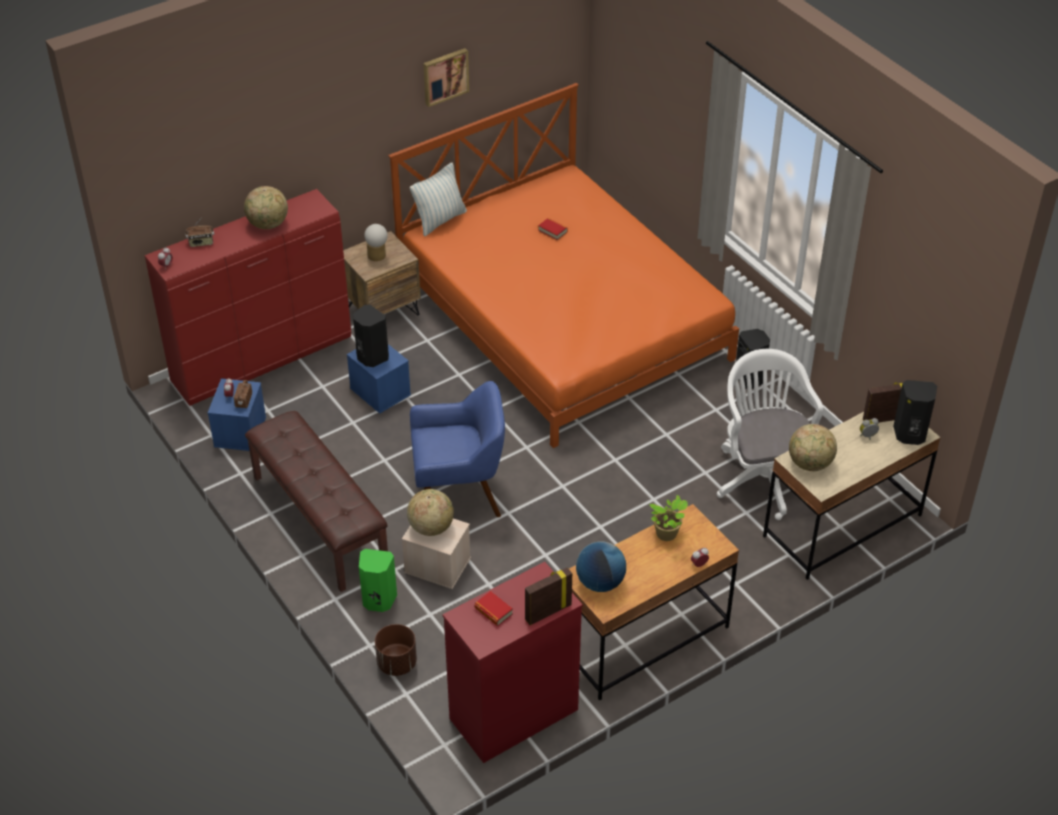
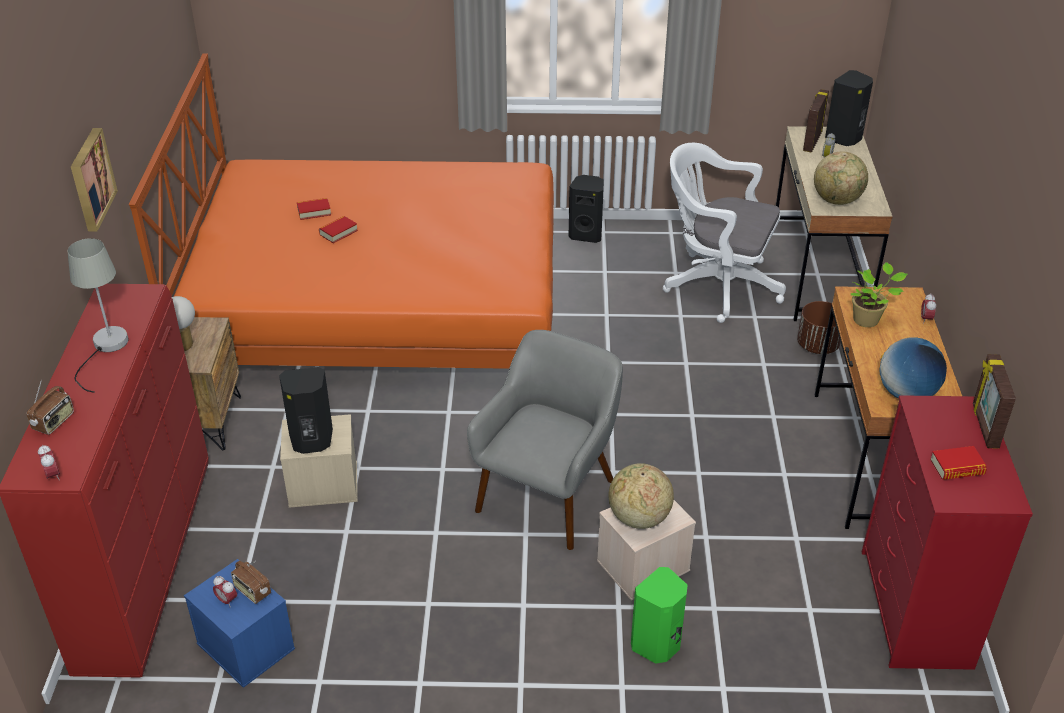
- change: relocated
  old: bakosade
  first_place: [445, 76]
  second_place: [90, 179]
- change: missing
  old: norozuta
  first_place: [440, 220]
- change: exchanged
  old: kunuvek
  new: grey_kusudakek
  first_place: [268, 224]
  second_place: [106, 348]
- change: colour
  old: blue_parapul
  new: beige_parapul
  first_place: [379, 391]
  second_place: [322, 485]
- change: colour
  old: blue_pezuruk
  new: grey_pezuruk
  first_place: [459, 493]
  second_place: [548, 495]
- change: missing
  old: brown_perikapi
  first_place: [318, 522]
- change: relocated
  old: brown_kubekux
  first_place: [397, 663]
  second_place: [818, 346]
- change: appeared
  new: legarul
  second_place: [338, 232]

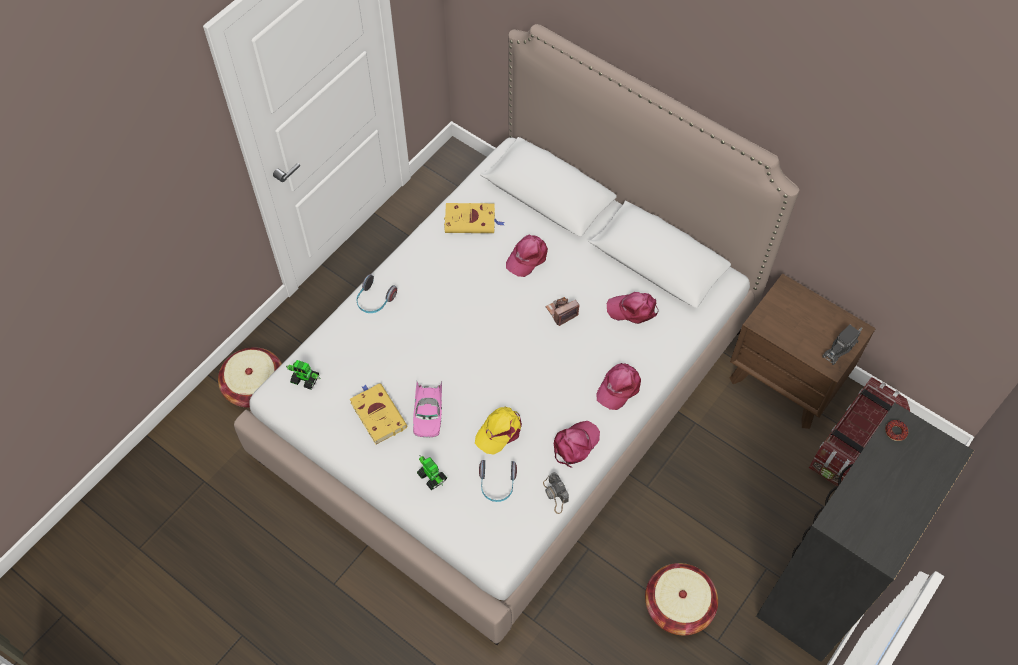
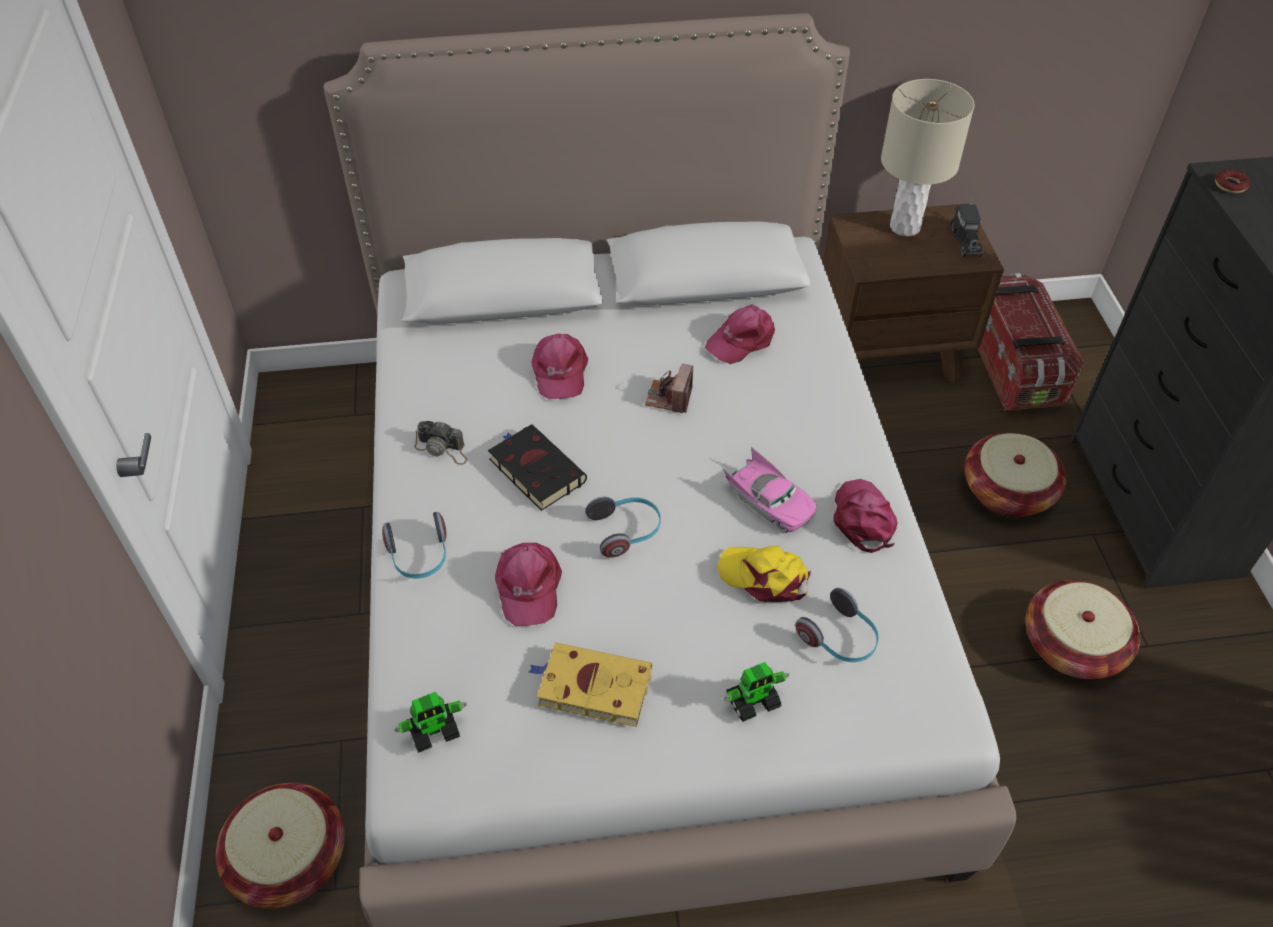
- change: missing
  old: yellow_legarul
  first_place: [471, 221]
- change: relocated
  old: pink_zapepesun
  first_place: [619, 387]
  second_place: [528, 586]
- change: relocated
  old: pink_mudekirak
  first_place: [428, 414]
  second_place: [769, 502]
- change: spun
  old: yellow_zapepesun
  first_place: [499, 431]
  second_place: [764, 577]
  degrees: 120
- change: spun
  old: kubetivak
  first_place: [432, 476]
  second_place: [753, 701]
  degrees: 150
- change: relocated
  old: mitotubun
  first_place: [555, 495]
  second_place: [442, 449]
- change: appeared
  new: beige_kusudakek
  second_place: [905, 227]
- change: appeared
  new: black_legarul
  second_place: [535, 469]
- change: appeared
  new: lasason
  second_place: [1007, 492]
- change: appeared
  new: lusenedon
  second_place: [626, 531]

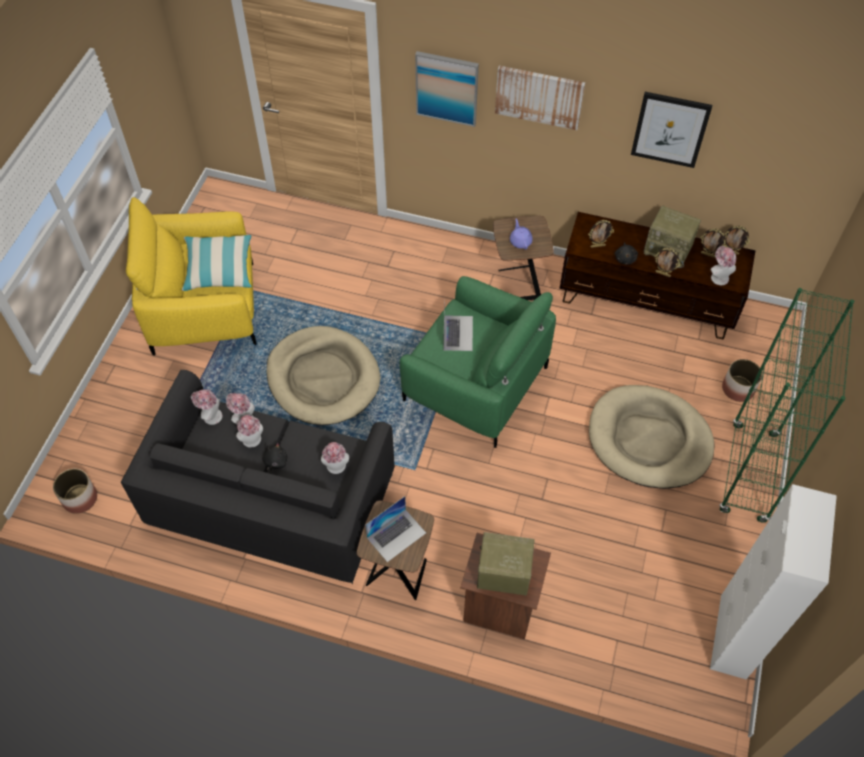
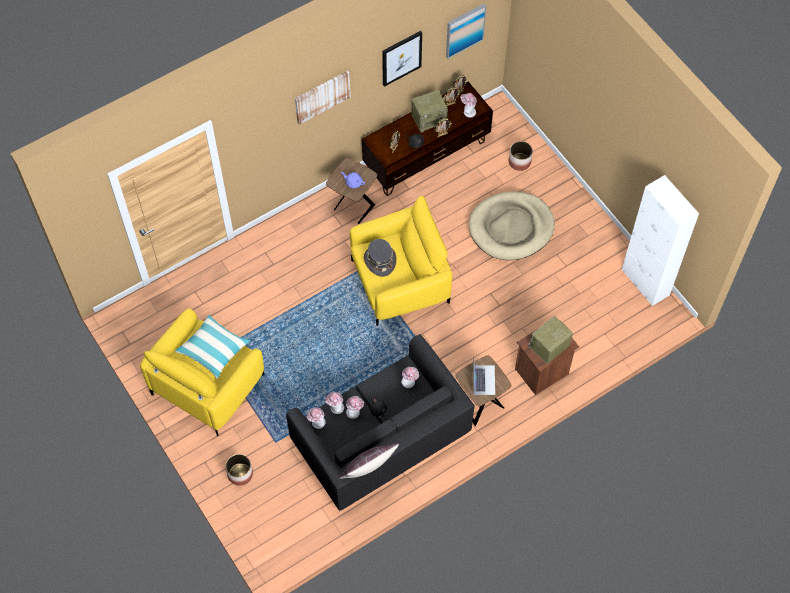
- change: relocated
  old: bakosade
  first_place: [447, 88]
  second_place: [464, 30]
- change: colour
  old: green_pezuruk
  new: yellow_pezuruk
  first_place: [474, 384]
  second_place: [399, 282]
- change: missing
  old: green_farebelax
  first_place: [748, 473]
- change: exchanged
  old: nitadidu
  new: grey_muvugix
  first_place: [458, 333]
  second_place: [380, 261]
- change: missing
  old: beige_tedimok
  first_place: [323, 378]
- change: relocated
  old: kubekux
  first_place: [79, 498]
  second_place: [240, 474]
- change: appeared
  new: brown_norozuta
  second_place: [368, 470]

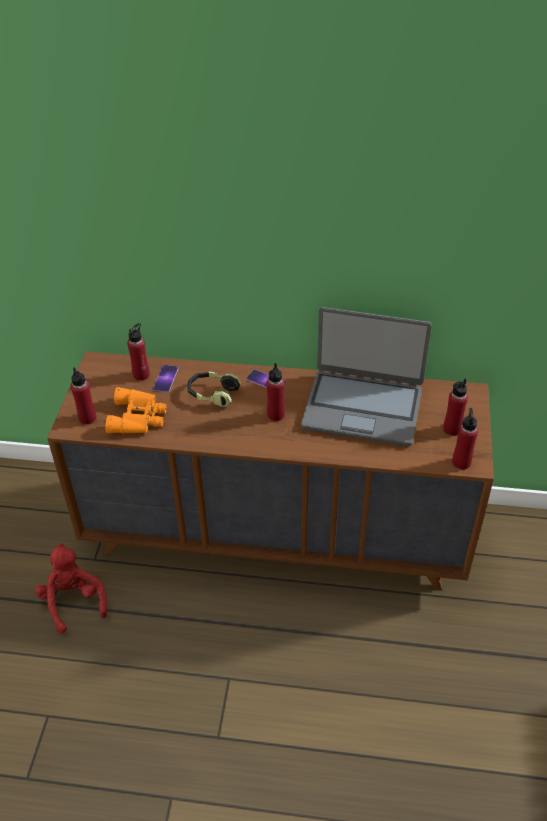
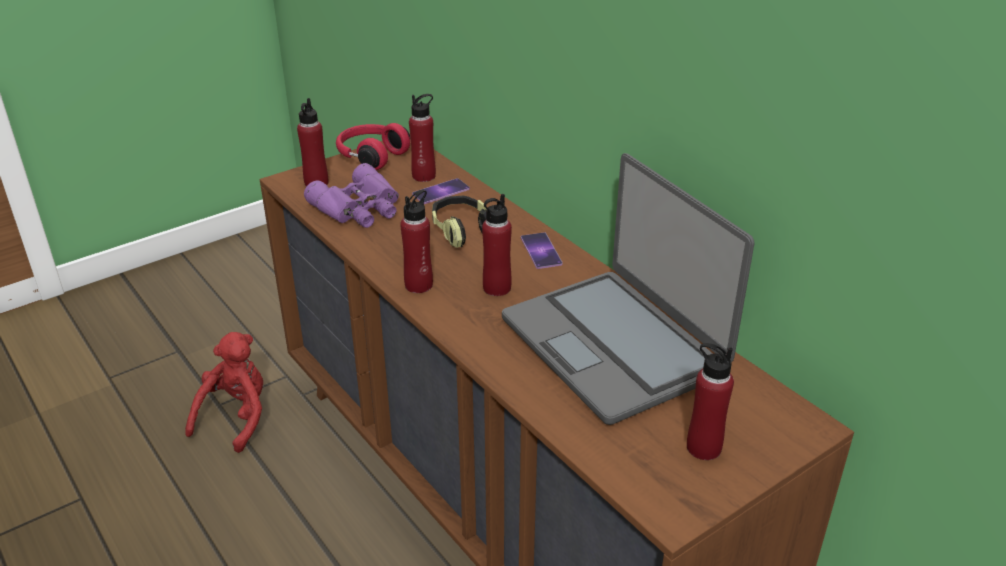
- change: colour
  old: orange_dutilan
  new: purple_dutilan
  first_place: [139, 417]
  second_place: [360, 208]
- change: relocated
  old: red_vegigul
  first_place: [461, 462]
  second_place: [419, 285]
- change: appeared
  new: red_lusenedon
  second_place: [371, 156]

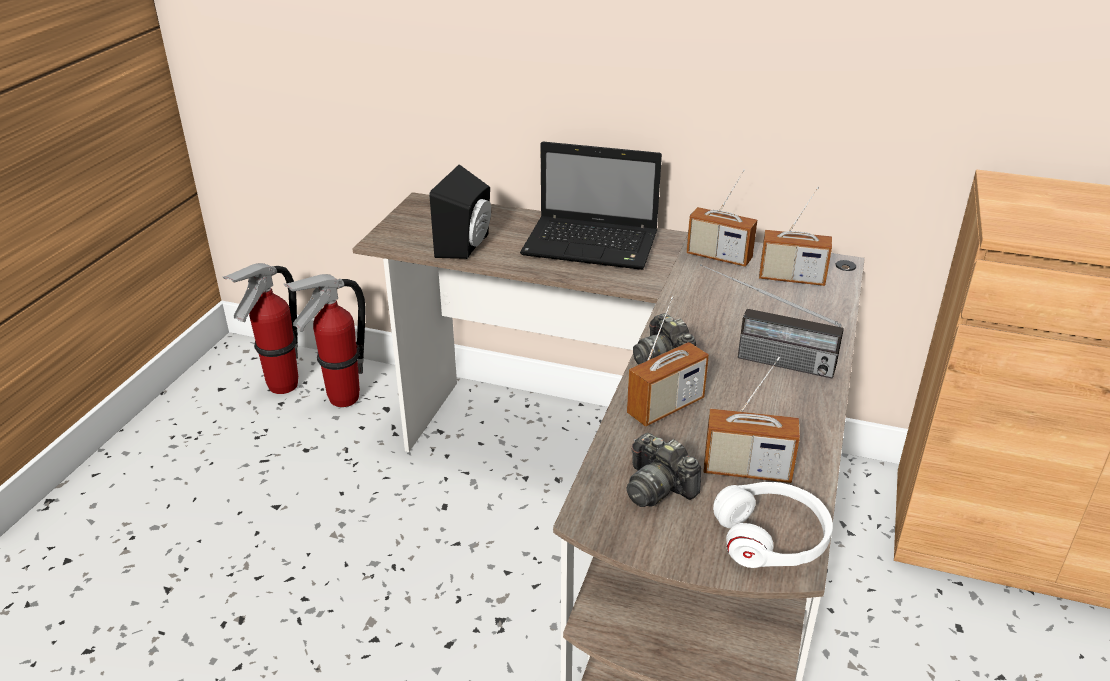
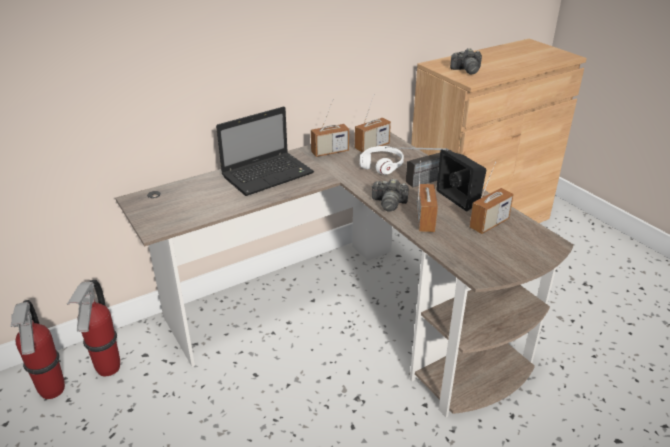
- change: relocated
  old: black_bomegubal
  first_place: [468, 246]
  second_place: [461, 197]
- change: relocated
  old: mitotubun
  first_place: [657, 487]
  second_place: [466, 70]
- change: relocated
  old: white_lusenedon
  first_place: [771, 537]
  second_place: [381, 165]

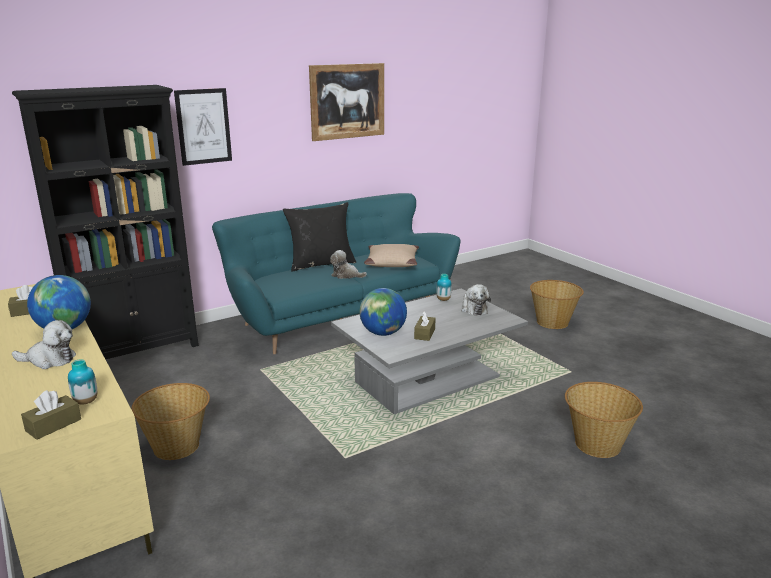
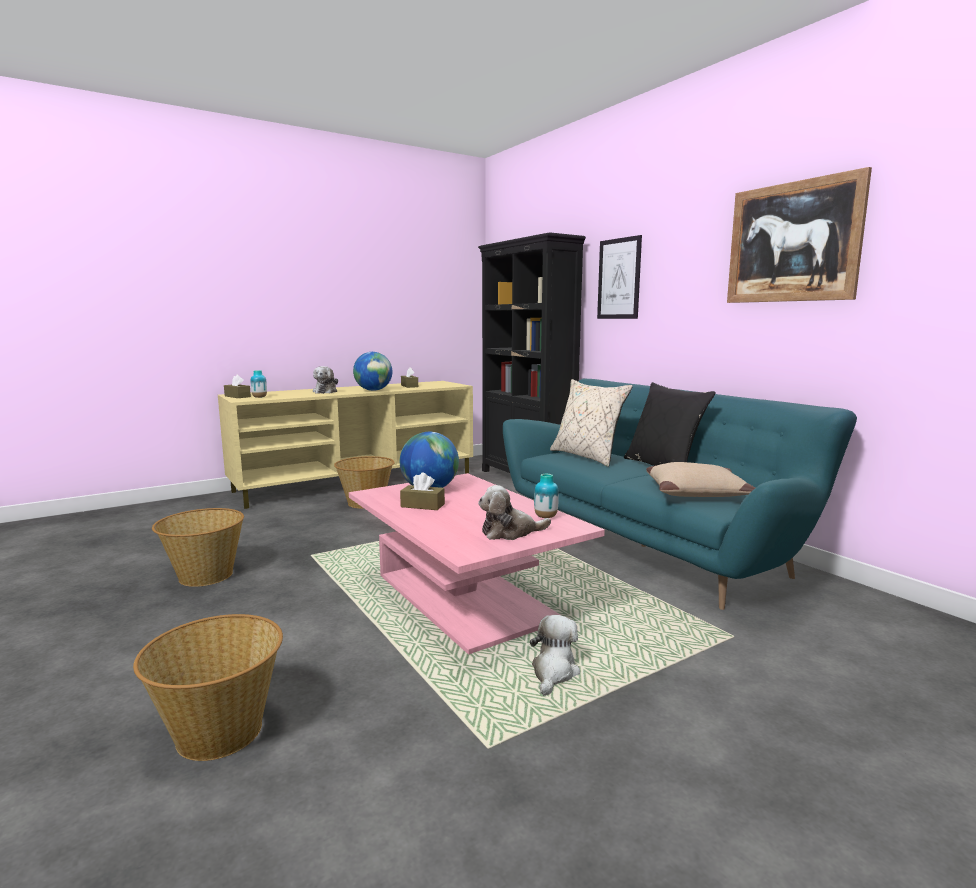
- change: relocated
  old: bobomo
  first_place: [346, 275]
  second_place: [554, 672]
- change: relocated
  old: lasason
  first_place: [553, 322]
  second_place: [205, 576]
- change: colour
  old: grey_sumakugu
  new: pink_sumakugu
  first_place: [428, 380]
  second_place: [464, 598]
- change: appeared
  new: beige_norozuta
  second_place: [587, 456]

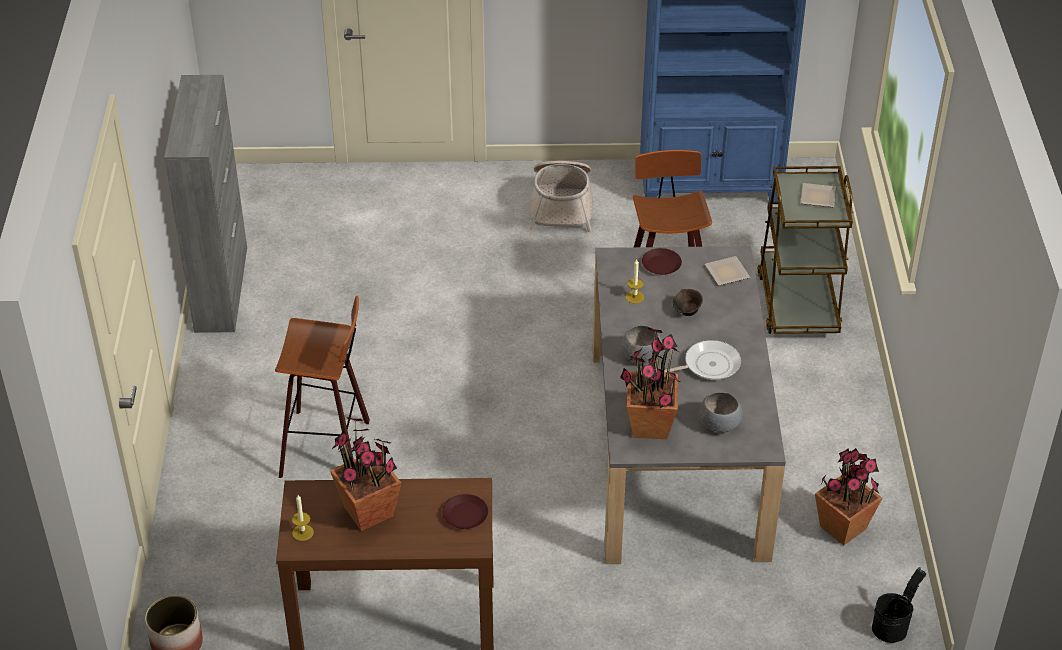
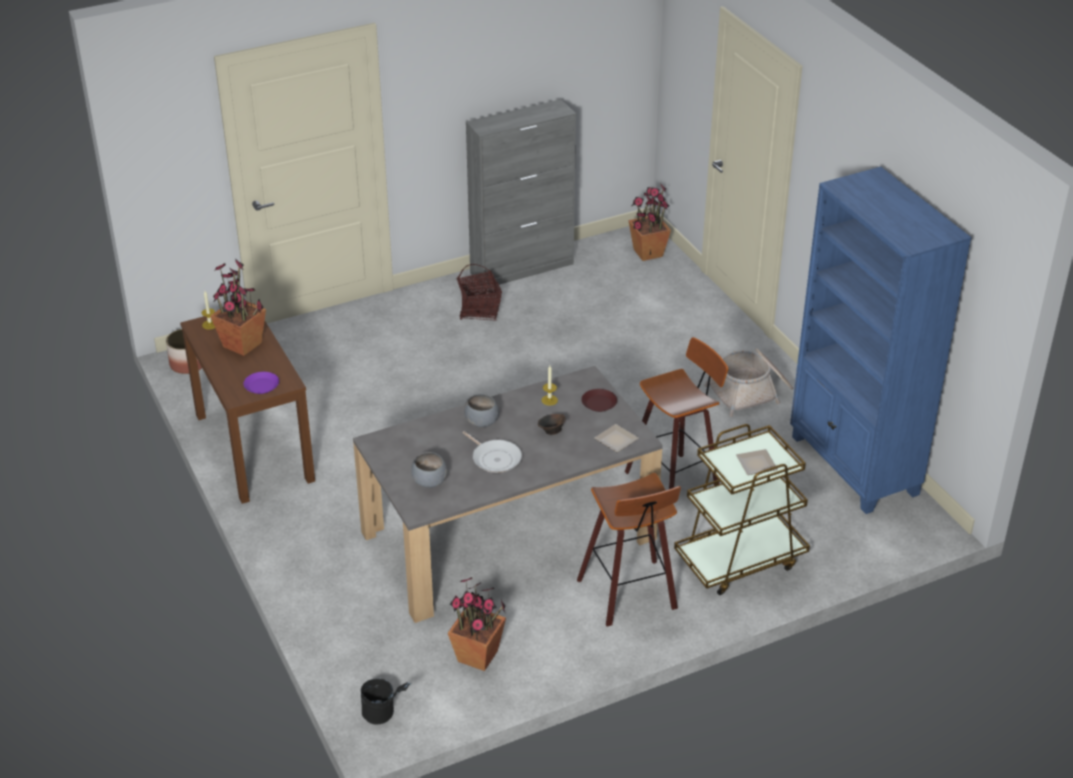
- change: relocated
  old: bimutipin
  first_place: [328, 446]
  second_place: [631, 595]
- change: relocated
  old: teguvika
  first_place: [649, 426]
  second_place: [647, 253]
- change: colour
  old: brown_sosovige
  new: purple_sosovige
  first_place: [465, 515]
  second_place: [262, 386]
- change: appeared
  new: lasason
  second_place: [479, 310]

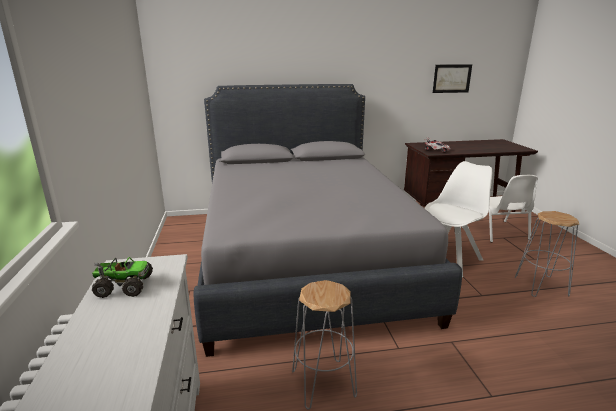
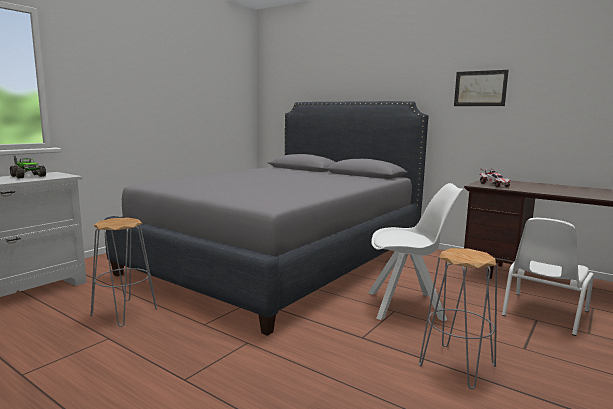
- change: relocated
  old: bakosade
  first_place: [452, 78]
  second_place: [480, 88]

